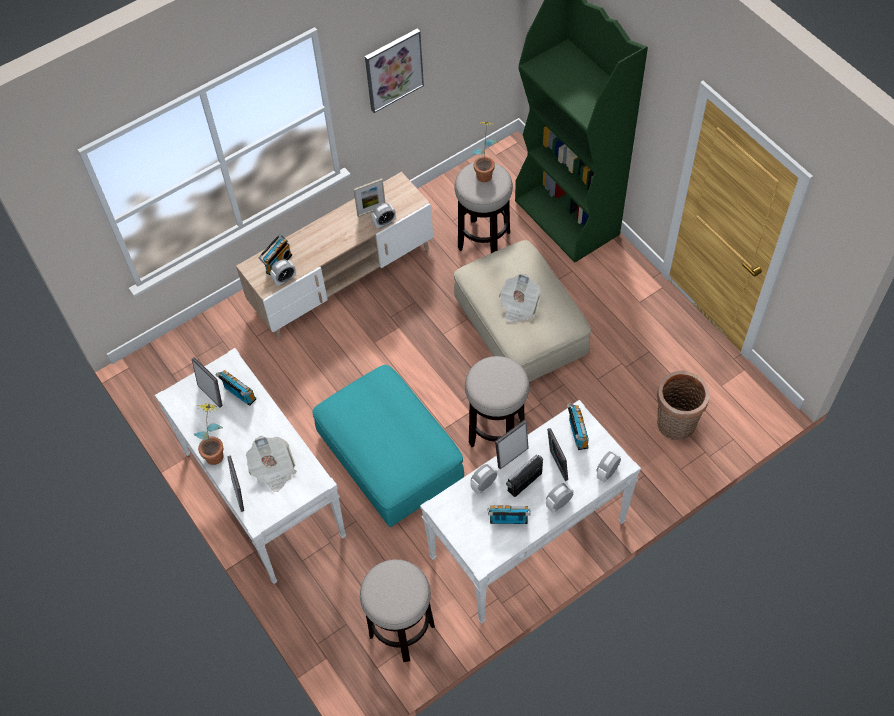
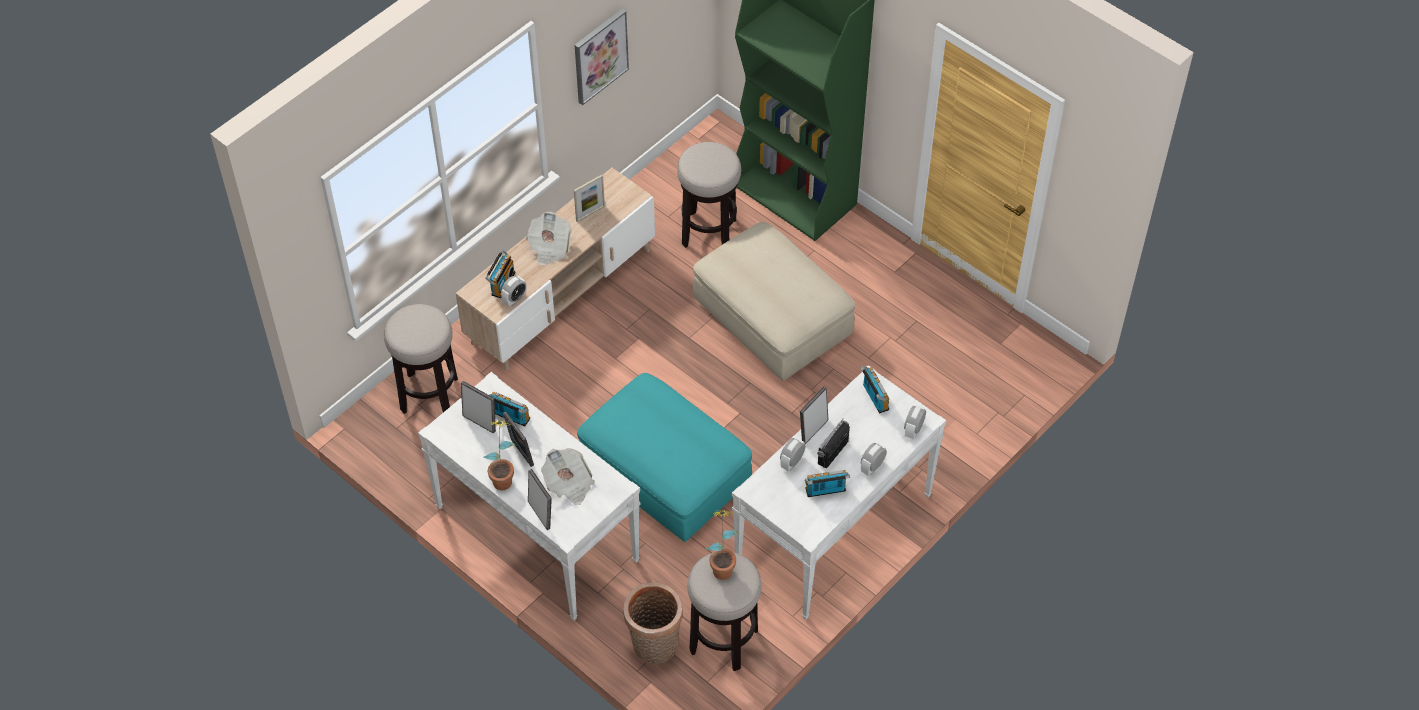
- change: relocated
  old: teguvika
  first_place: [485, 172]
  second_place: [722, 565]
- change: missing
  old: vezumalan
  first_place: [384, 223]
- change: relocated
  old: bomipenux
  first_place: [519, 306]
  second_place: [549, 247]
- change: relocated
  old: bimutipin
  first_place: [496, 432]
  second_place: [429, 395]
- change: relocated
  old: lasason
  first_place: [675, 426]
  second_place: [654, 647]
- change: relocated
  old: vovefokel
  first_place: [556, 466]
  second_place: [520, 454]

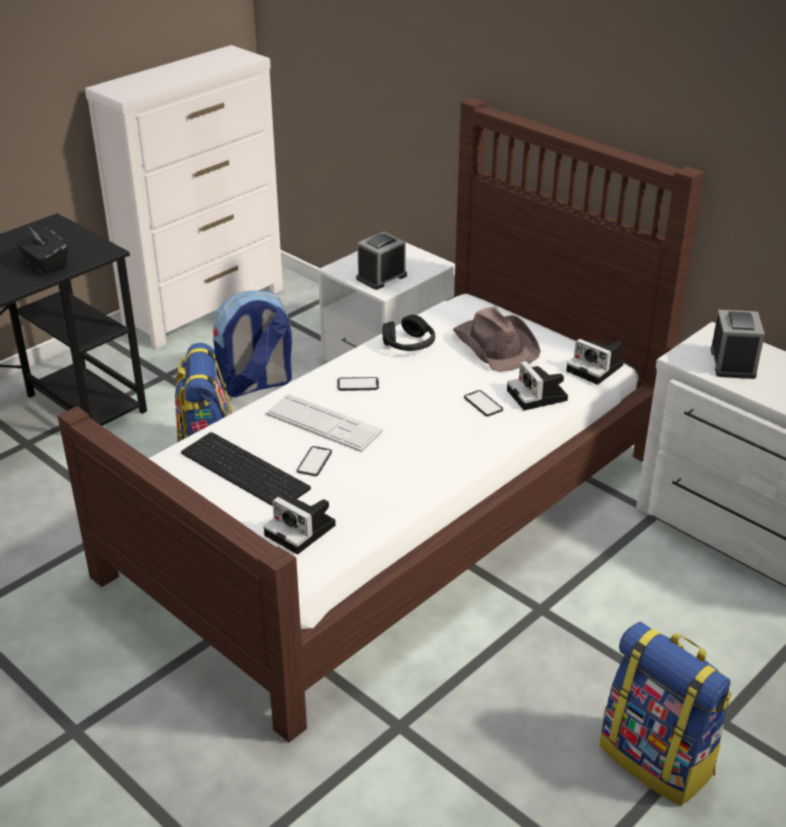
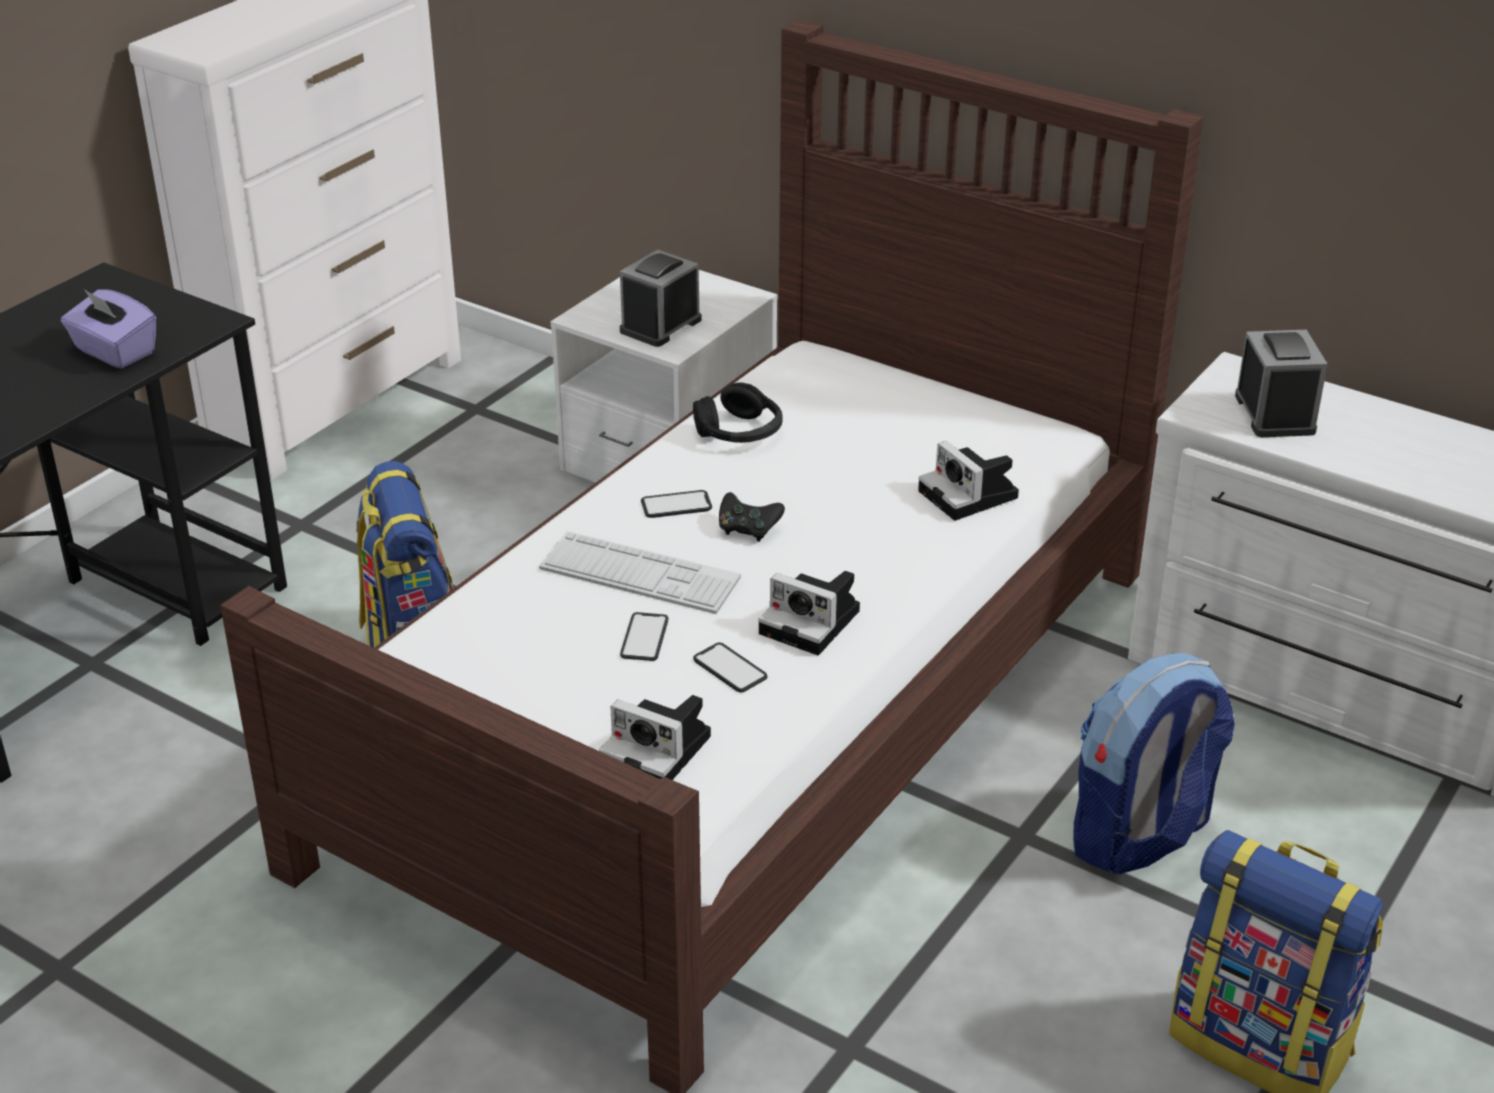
- change: colour
  old: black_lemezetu
  new: purple_lemezetu
  first_place: [44, 264]
  second_place: [114, 352]
- change: relocated
  old: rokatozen
  first_place: [255, 385]
  second_place: [1140, 837]
- change: missing
  old: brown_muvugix
  first_place: [496, 345]
- change: relocated
  old: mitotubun
  first_place: [597, 368]
  second_place: [813, 623]
- change: relocated
  old: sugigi
  first_place: [483, 404]
  second_place: [730, 669]
- change: missing
  old: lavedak
  first_place: [247, 470]
- change: appeared
  new: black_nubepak
  second_place: [748, 530]

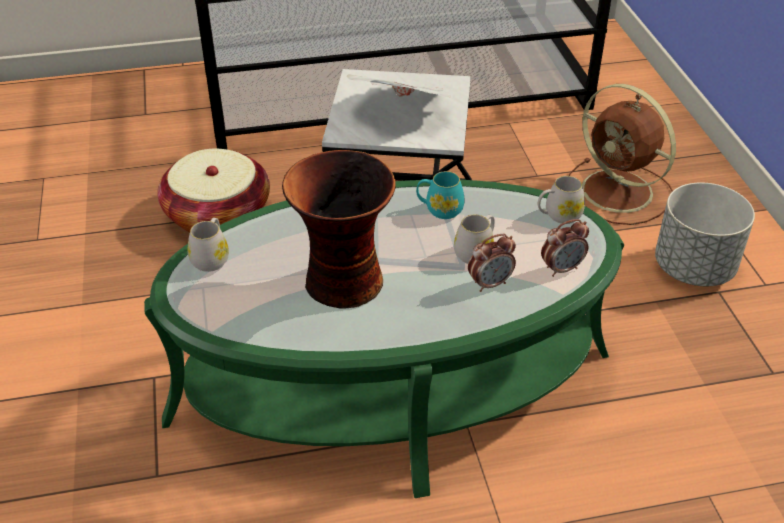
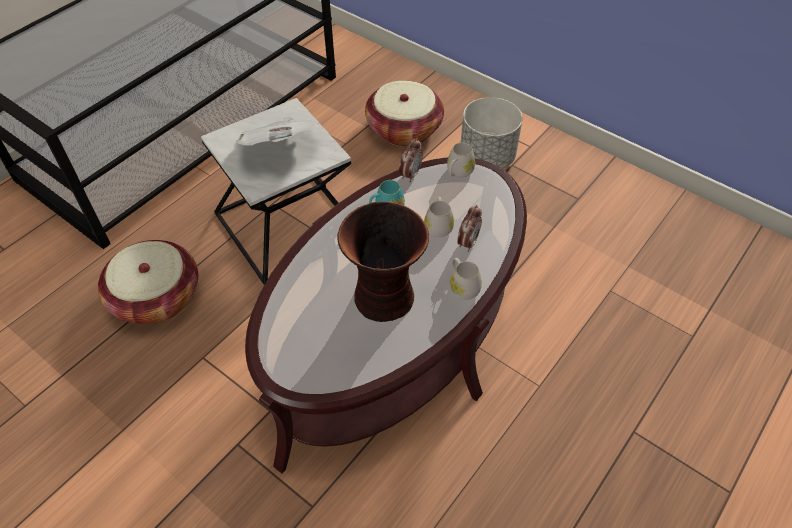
- change: exchanged
  old: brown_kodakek
  new: lasason
  first_place: [619, 192]
  second_place: [404, 129]
- change: colour
  old: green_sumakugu
  new: brown_sumakugu
  first_place: [391, 385]
  second_place: [395, 341]
- change: relocated
  old: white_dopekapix
  first_place: [212, 258]
  second_place: [462, 287]
- change: relocated
  old: vezumalan
  first_place: [562, 269]
  second_place: [410, 174]

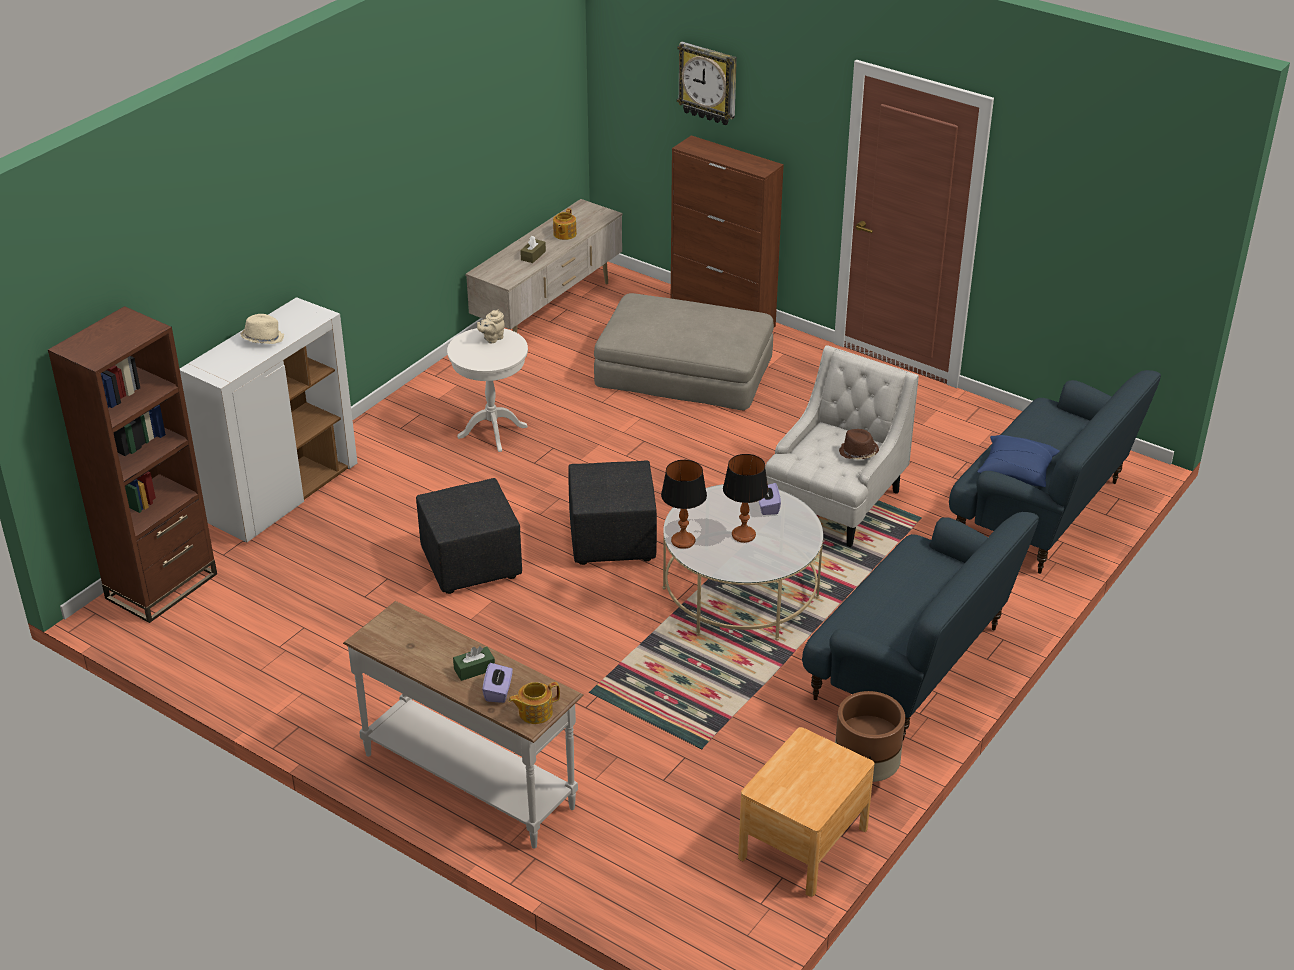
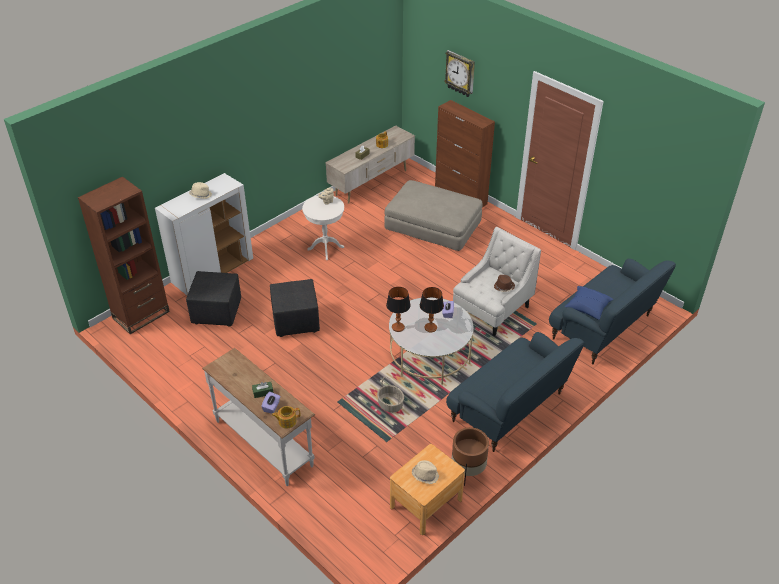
- change: relocated
  old: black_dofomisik
  first_place: [611, 541]
  second_place: [216, 313]
- change: appeared
  new: lasason
  second_place: [390, 404]
- change: appeared
  new: beige_muvugix
  second_place: [425, 475]

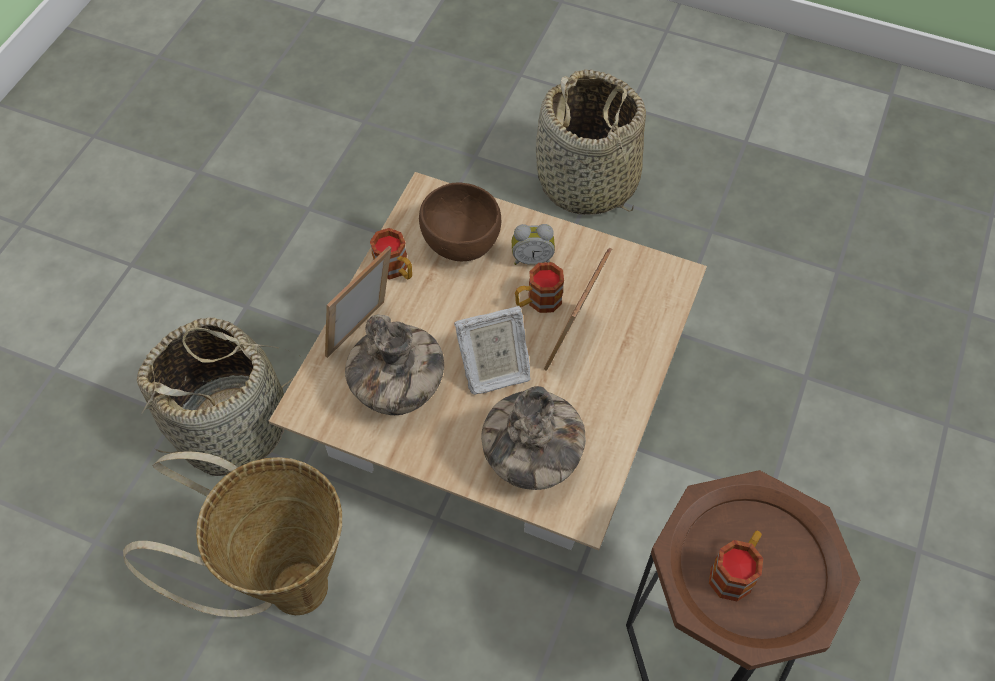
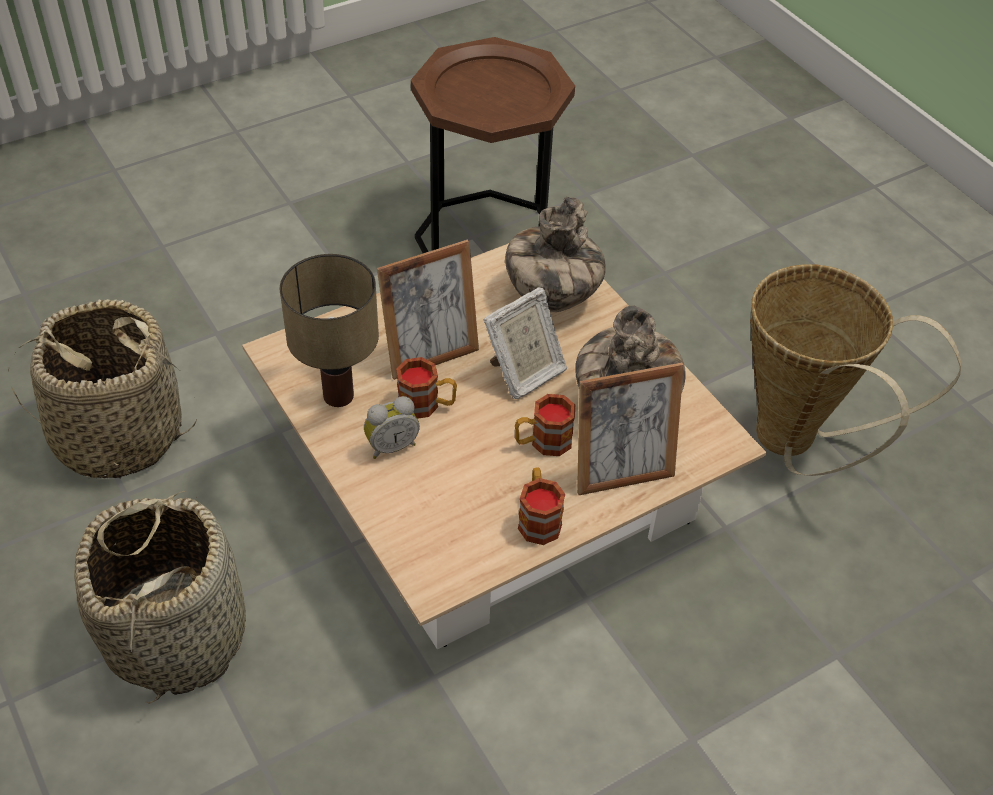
- change: missing
  old: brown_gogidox
  first_place: [462, 245]
- change: spun
  old: vezumalan
  first_place: [532, 258]
  second_place: [391, 446]
  degrees: 120
- change: spun
  old: vovefokel
  first_place: [493, 371]
  second_place: [524, 374]
  degrees: 120
- change: relocated
  old: lasason
  first_place: [233, 425]
  second_place: [118, 435]
- change: relocated
  old: dopekapix
  first_place: [735, 571]
  second_place: [543, 442]
- change: appeared
  new: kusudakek
  second_place: [340, 395]

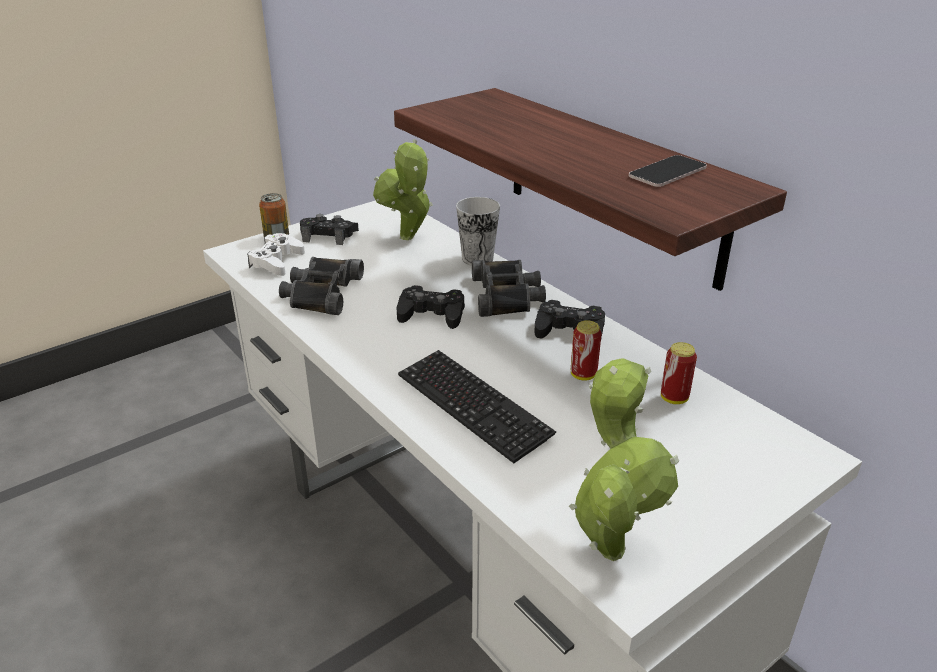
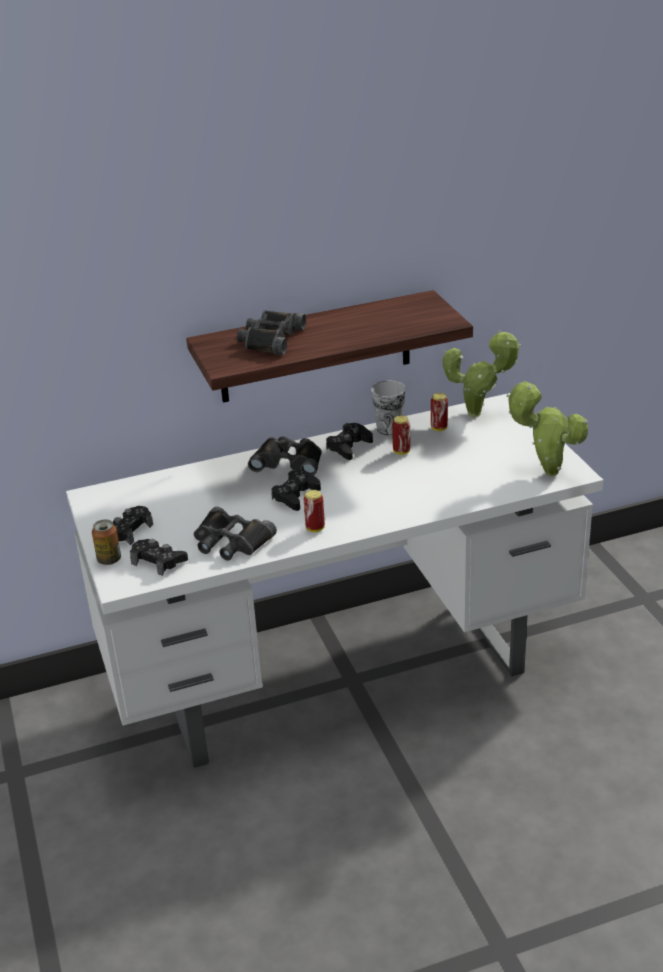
- change: relocated
  old: teguvika
  first_place: [408, 239]
  second_place: [479, 414]
- change: missing
  old: sugigi
  first_place: [667, 172]
- change: relocated
  old: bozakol
  first_place: [477, 259]
  second_place: [389, 429]
- change: colour
  old: white_nubepak
  new: black_nubepak
  first_place: [277, 262]
  second_place: [158, 561]
- change: missing
  old: lavedak
  first_place: [472, 406]
- change: appeared
  new: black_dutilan
  second_place: [270, 339]
- change: appeared
  new: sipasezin
  second_place: [315, 528]

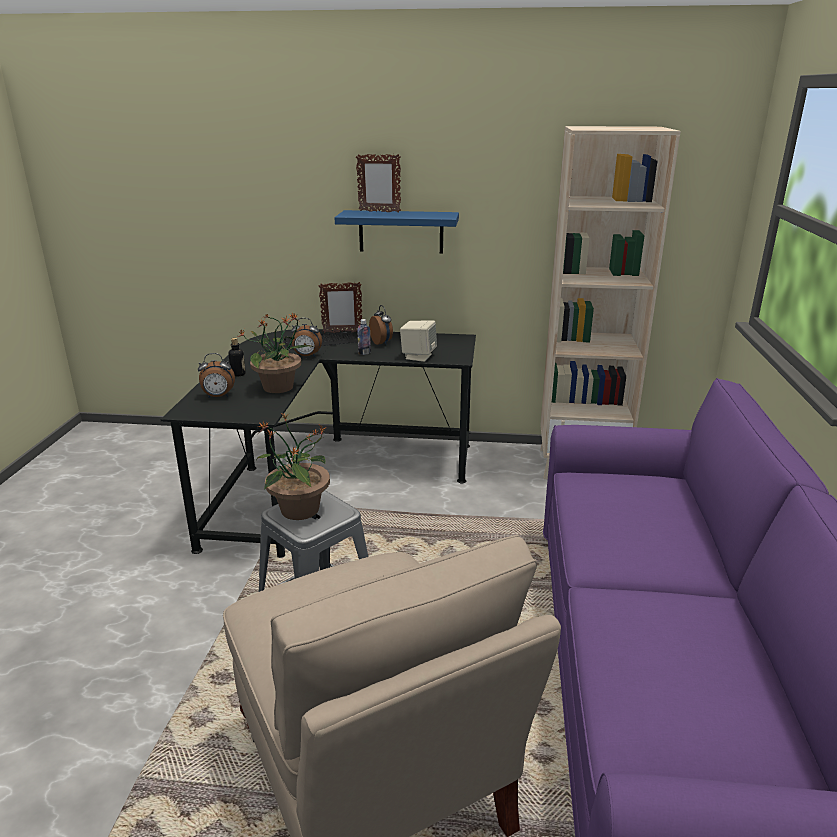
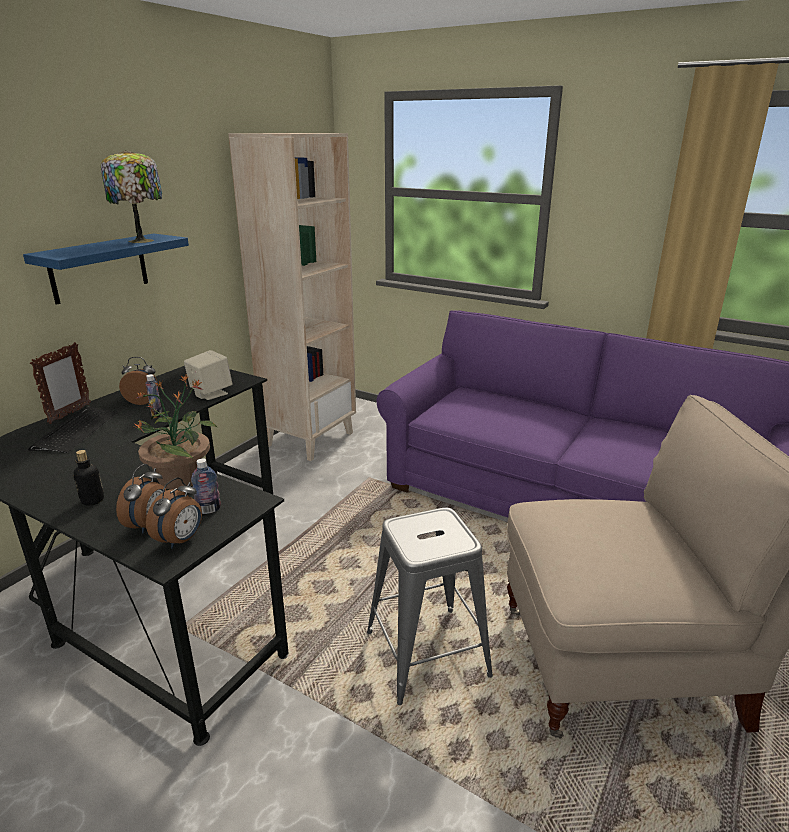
- change: missing
  old: vovefokel
  first_place: [379, 211]
- change: relocated
  old: vezumalan
  first_place: [307, 356]
  second_place: [181, 540]
- change: missing
  old: teguvika
  first_place: [299, 510]
- change: appeared
  new: kusudakek
  second_place: [142, 240]
- change: appeared
  new: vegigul
  second_place: [209, 510]

